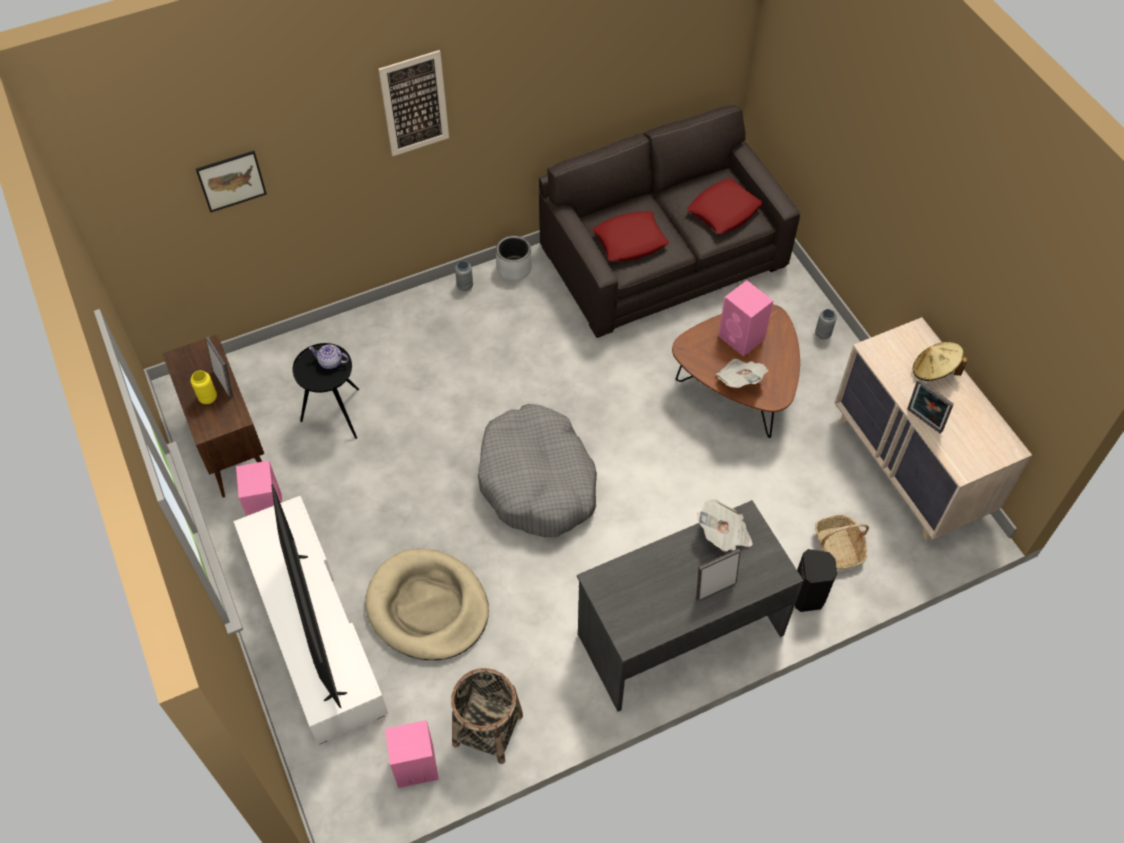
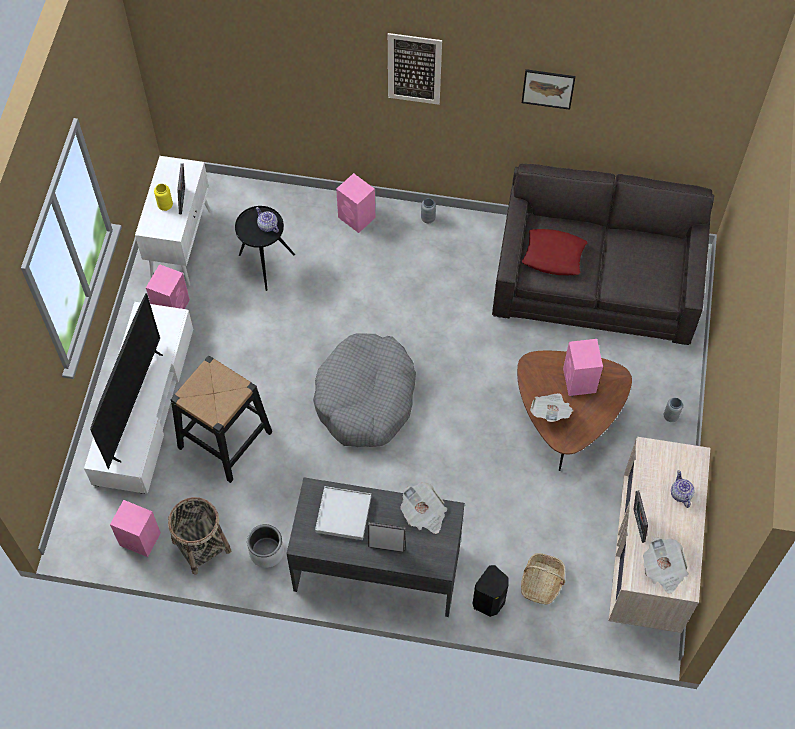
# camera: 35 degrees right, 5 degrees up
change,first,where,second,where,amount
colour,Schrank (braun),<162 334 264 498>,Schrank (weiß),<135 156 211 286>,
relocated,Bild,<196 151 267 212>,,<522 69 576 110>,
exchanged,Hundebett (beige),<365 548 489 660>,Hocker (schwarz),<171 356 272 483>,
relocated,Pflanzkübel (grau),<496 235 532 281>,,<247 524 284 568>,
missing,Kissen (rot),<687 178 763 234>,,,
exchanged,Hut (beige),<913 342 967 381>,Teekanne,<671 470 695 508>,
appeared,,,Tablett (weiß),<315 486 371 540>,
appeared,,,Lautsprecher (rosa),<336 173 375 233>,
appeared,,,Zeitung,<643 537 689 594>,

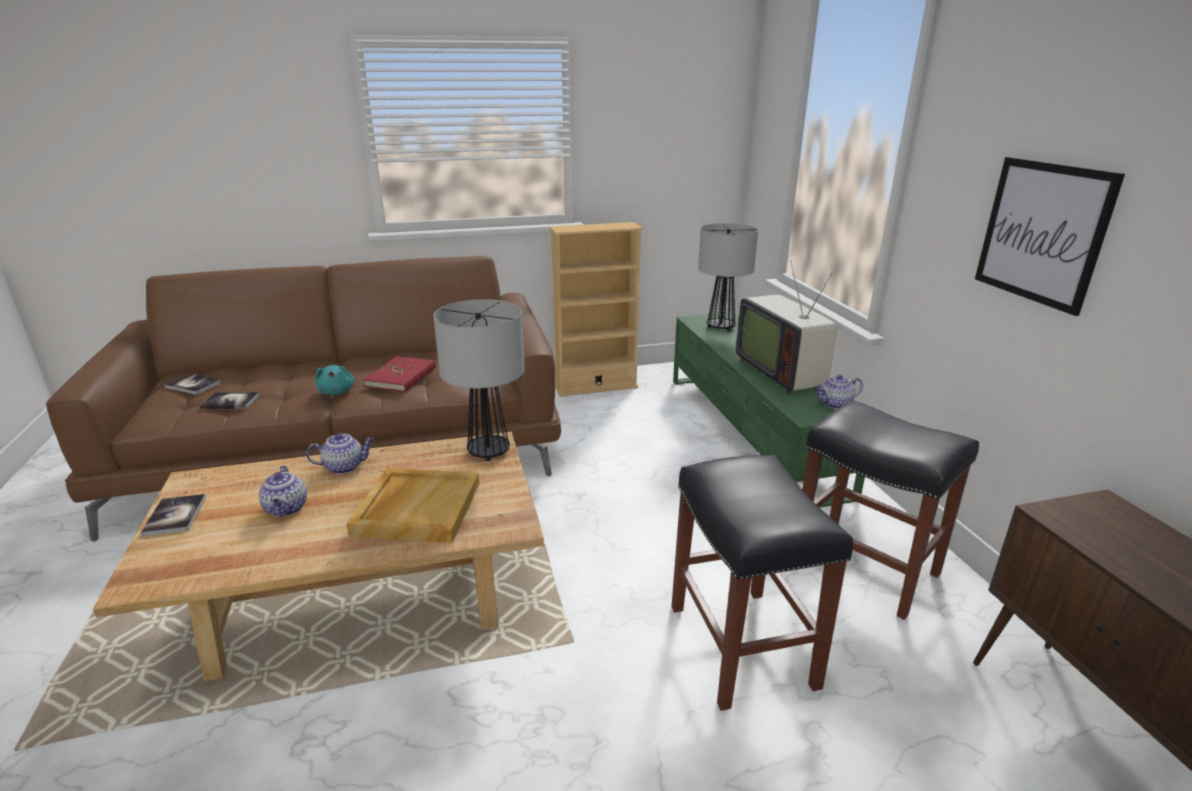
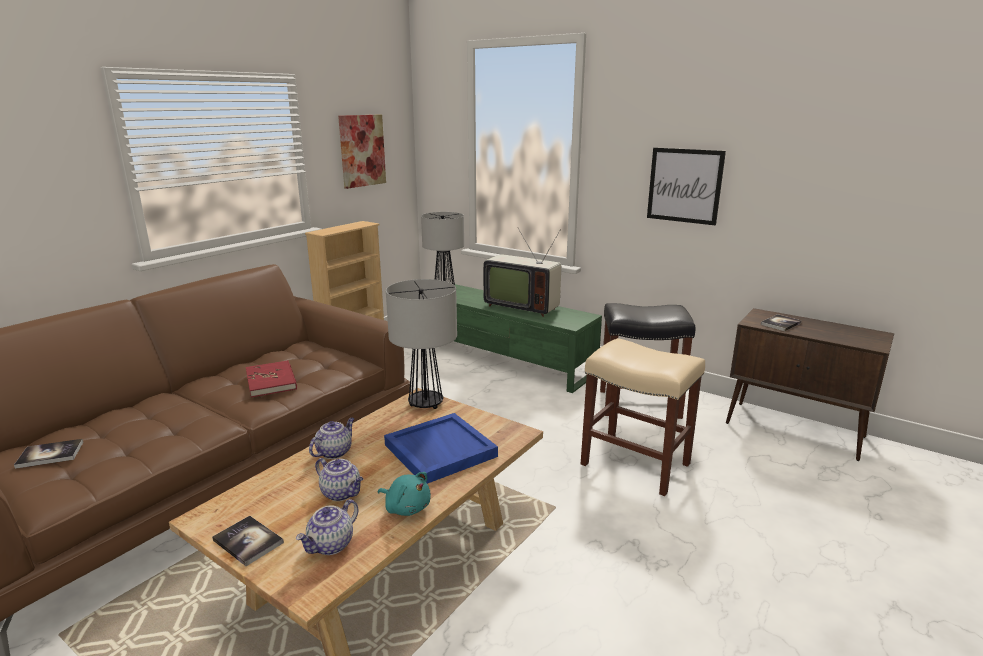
# camera: 40 degrees left, 5 degrees down
change,first,where,second,where,amount
relocated,Buch,<200 392 260 409>,,<761 314 802 331>,
relocated,Plüschtier (türkis),<315 365 355 395>,,<378 472 431 516>,
colour,Tablett (beige),<346 468 479 543>,Tablett (blau),<384 413 498 484>,
colour,Hocker (schwarz),<671 455 853 711>,Hocker (beige),<581 338 705 496>,
relocated,Teekanne,<814 374 863 409>,,<296 499 358 555>,
appeared,,,Bild,<338 115 386 189>,

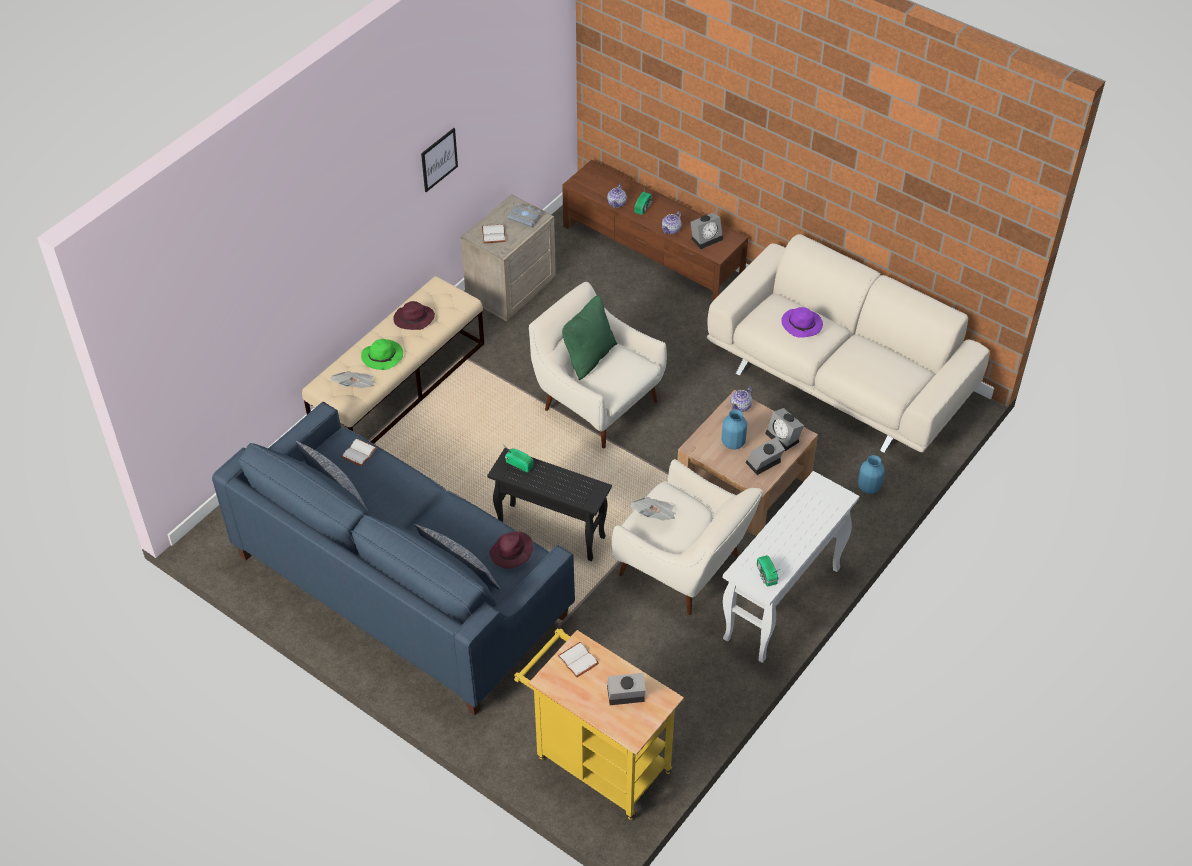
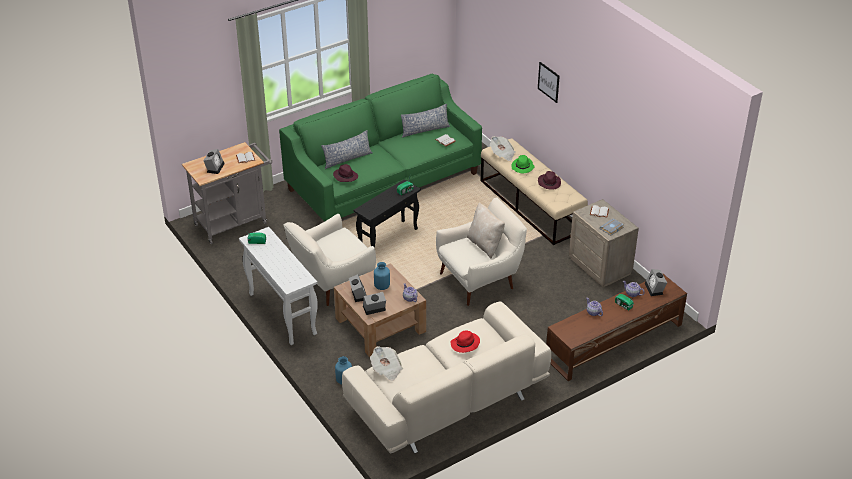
# camera: 110 degrees right, 10 degrees down
change,first,where,second,where,amount
colour,Sofa (blau),<212 402 575 716>,Sofa (grün),<279 74 482 222>,
relocated,Bild,<421 128 458 192>,,<538 62 560 103>,
colour,Rollwagen (gelb),<514 628 684 820>,Rollwagen (grau),<182 142 272 244>,
colour,Kissen (grün),<562 295 617 380>,Kissen (beige),<467 202 505 258>,
relocated,Zeitung,<630 497 676 521>,,<370 346 403 381>,
relocated,Wecker,<691 213 723 249>,,<645 269 667 296>,
colour,Hut (lila),<782 307 823 338>,Hut (rot),<451 331 480 353>,

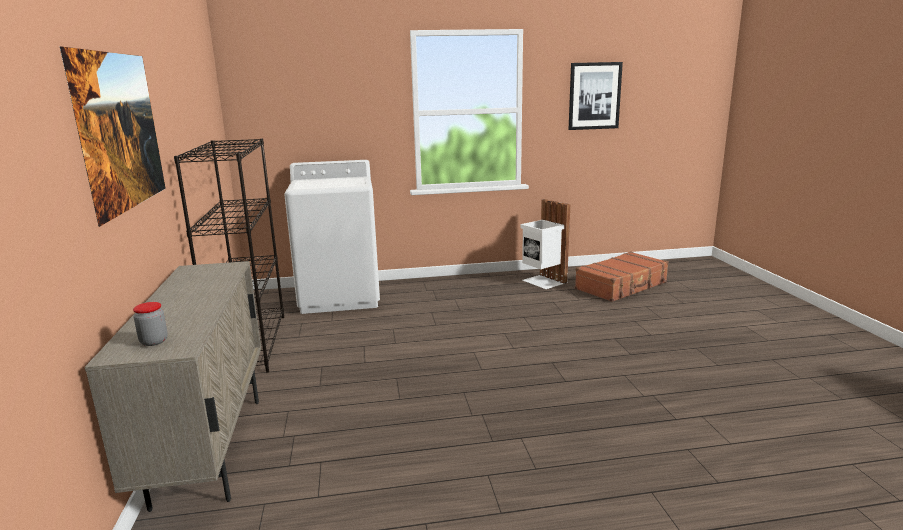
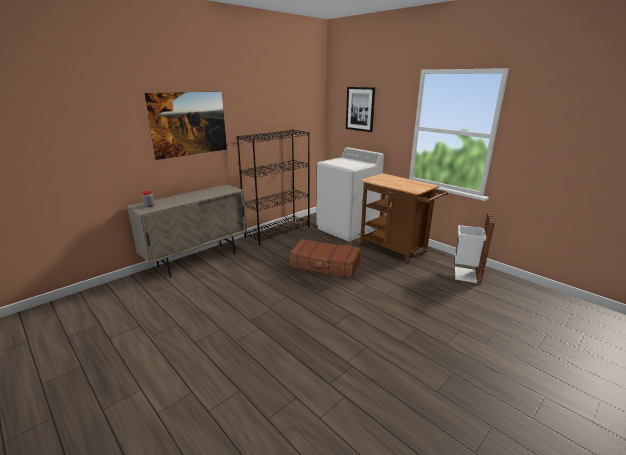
# camera: 55 degrees right, 5 degrees up
change,first,where,second,where,amount
relocated,Bild,<569 62 623 130>,,<346 87 375 132>,
relocated,Koffer (braun),<575 251 669 302>,,<290 239 361 278>,
appeared,,,Rollwagen (braun),<359 173 448 264>,

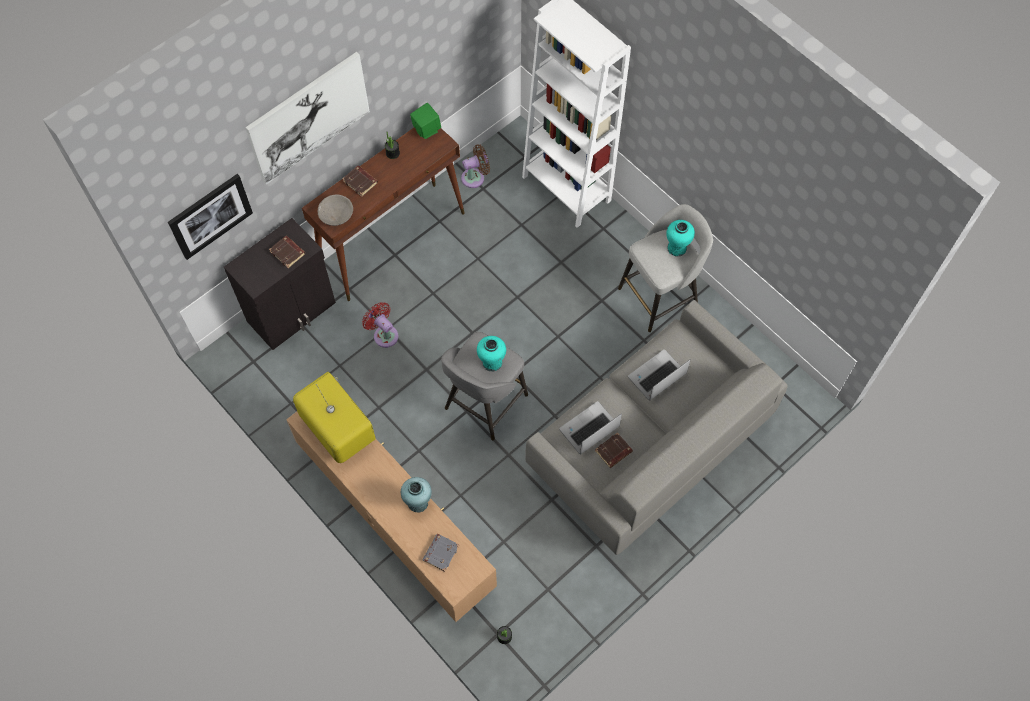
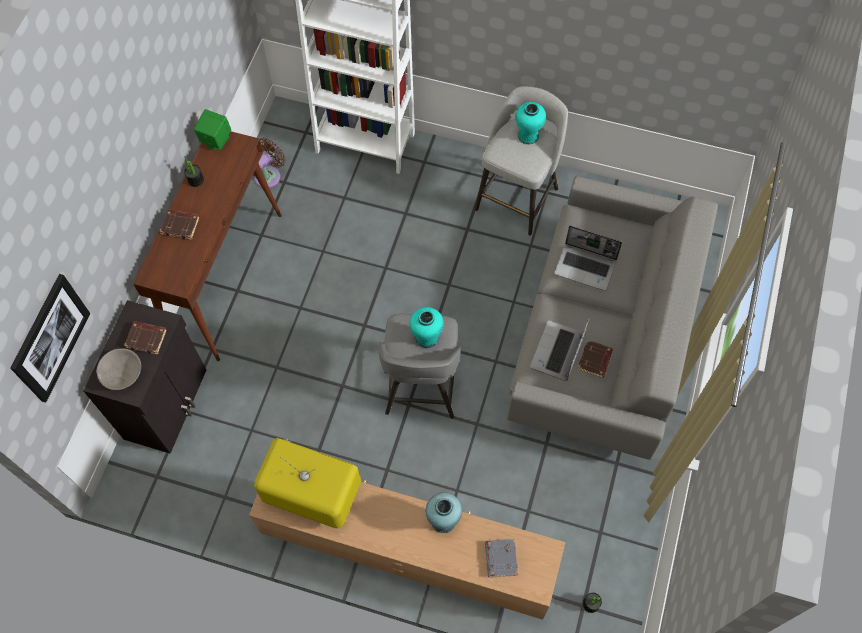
# camera: 30 degrees left, 0 degrees up
change,first,where,second,where,amount
missing,Bild,<246 52 370 185>,,,
relocated,Schüssel (grau),<318 195 353 226>,,<96 348 141 390>,
missing,Ventilator (rot),<362 302 399 348>,,,
spun,Laptop,<628 349 691 400>,,<554 225 622 291>,90 degrees counterclockwise

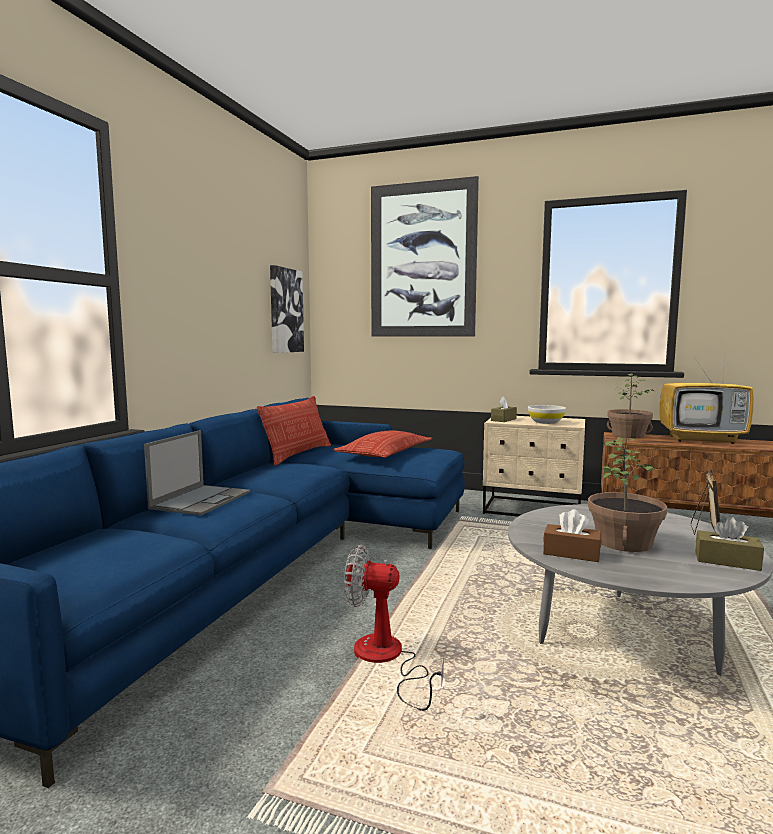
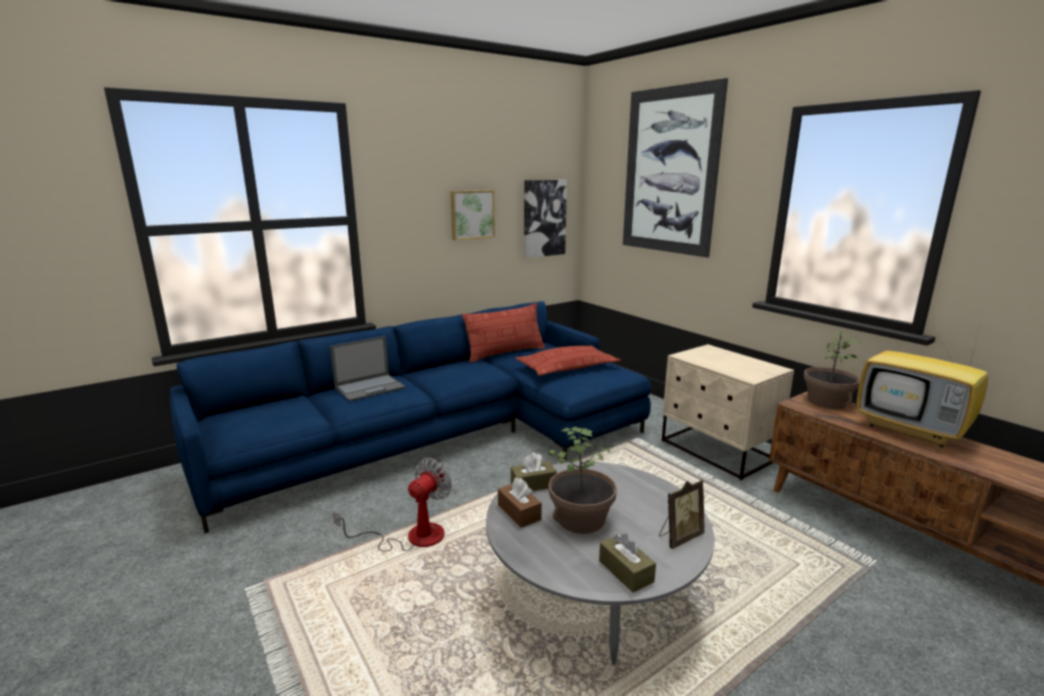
# camera: 35 degrees right, 10 degrees up
change,first,where,second,where,amount
spun,Ventilator,<344 545 444 711>,,<333 458 452 551>,75 degrees clockwise
relocated,Taschentuchbox (braun),<491 396 517 422>,,<511 452 557 491>,
missing,Schüssel (weiß),<528 405 566 424>,,,
appeared,,,Bild,<450 190 495 240>,

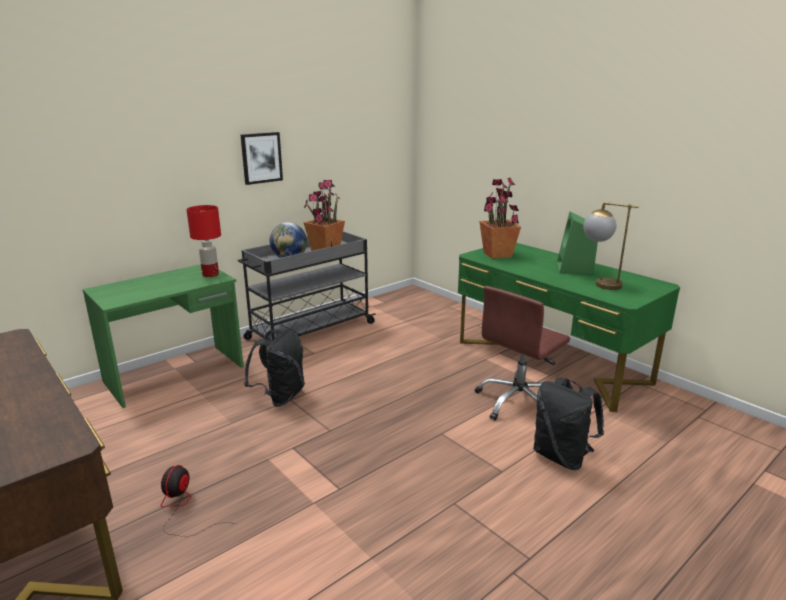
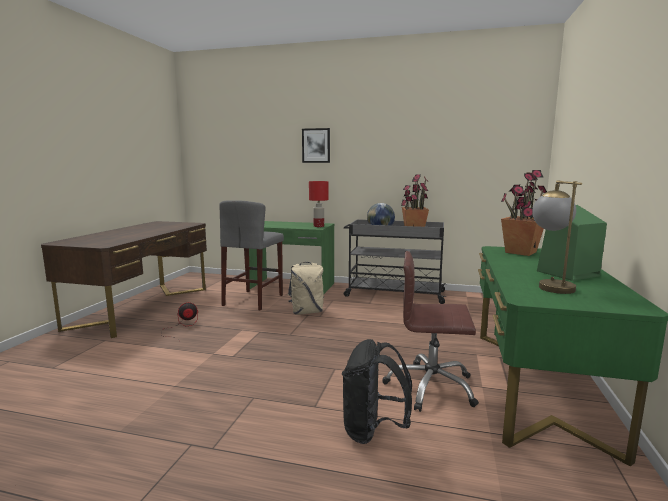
# camera: 55 degrees right, 10 degrees down
change,first,where,second,where,amount
relocated,Bild,<241 132 283 185>,,<302 128 330 163>,
colour,Rucksack (schwarz),<244 329 305 407>,Rucksack (beige),<288 262 324 315>,
appeared,,,Hocker (grau),<219 200 284 311>,

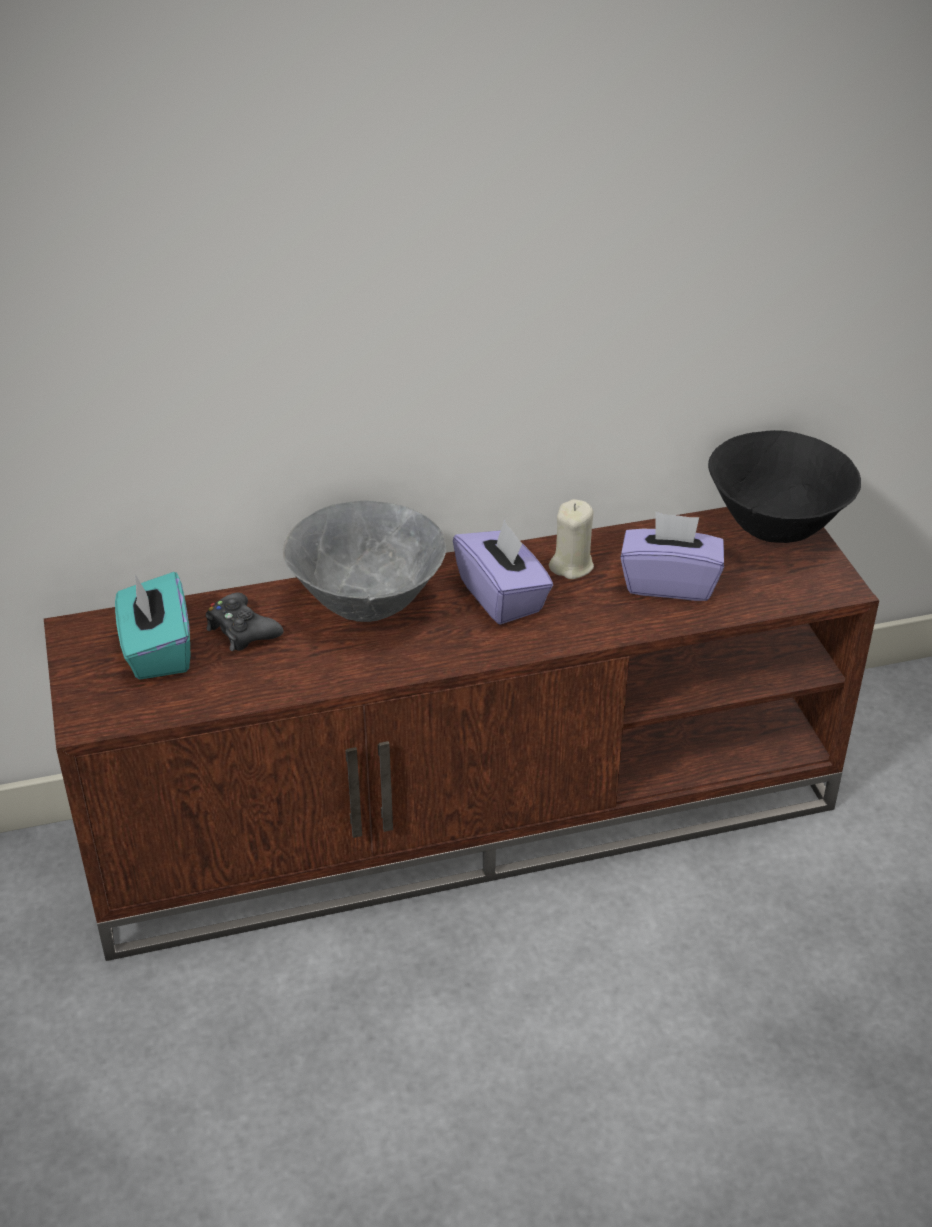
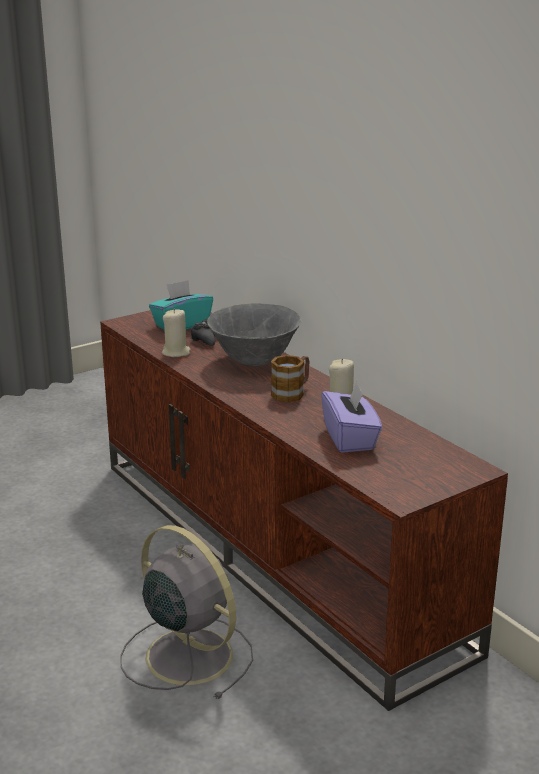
# camera: 70 degrees right, 15 degrees down
change,first,where,second,where,amount
exchanged,Taschentuchbox (lila),<453 519 553 625>,Henkelbecher,<271 355 310 402>,
missing,Schüssel (schwarz),<708 430 861 543>,,,
appeared,,,Ventilator (grau),<120 525 253 699>,
appeared,,,Kerze (beige),<162 309 191 357>,

